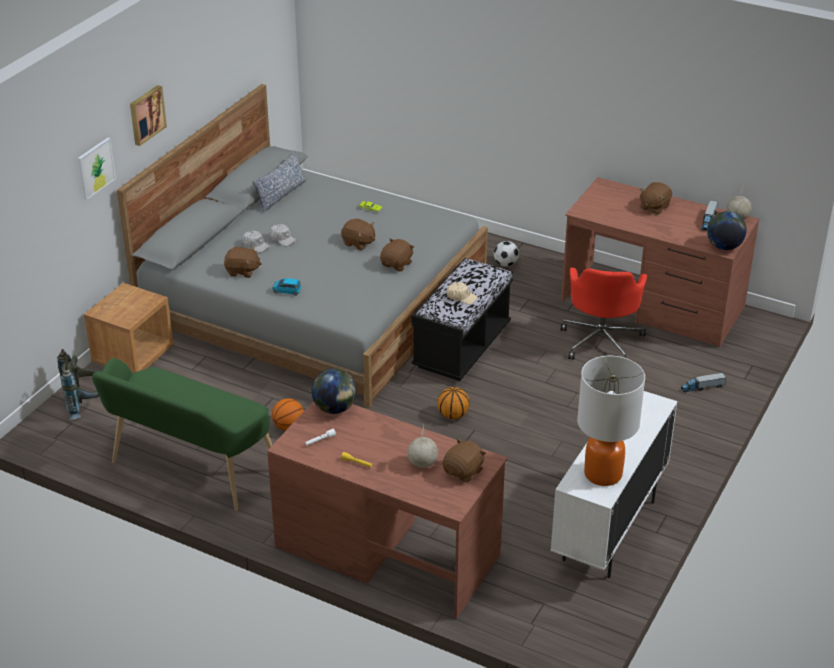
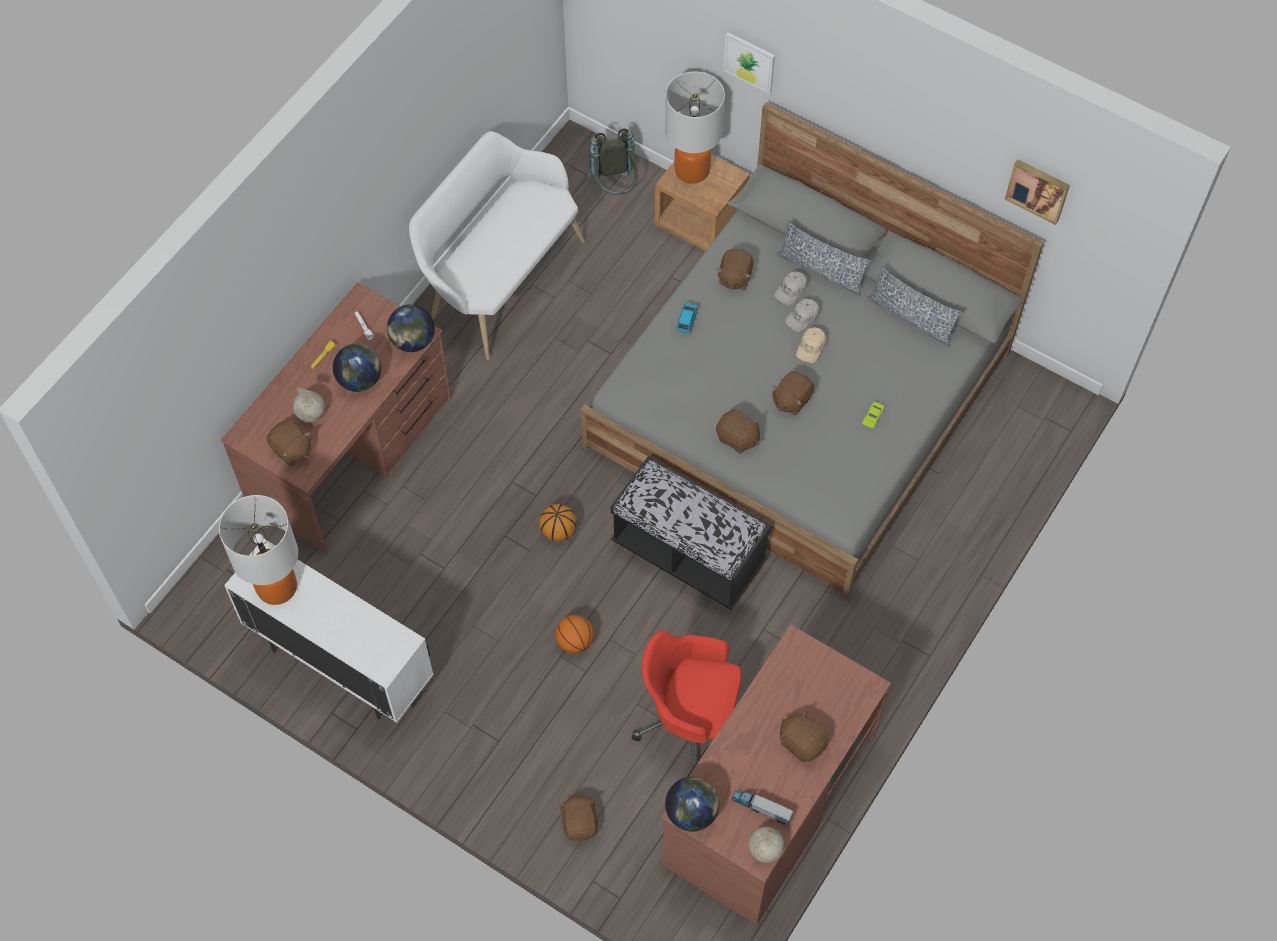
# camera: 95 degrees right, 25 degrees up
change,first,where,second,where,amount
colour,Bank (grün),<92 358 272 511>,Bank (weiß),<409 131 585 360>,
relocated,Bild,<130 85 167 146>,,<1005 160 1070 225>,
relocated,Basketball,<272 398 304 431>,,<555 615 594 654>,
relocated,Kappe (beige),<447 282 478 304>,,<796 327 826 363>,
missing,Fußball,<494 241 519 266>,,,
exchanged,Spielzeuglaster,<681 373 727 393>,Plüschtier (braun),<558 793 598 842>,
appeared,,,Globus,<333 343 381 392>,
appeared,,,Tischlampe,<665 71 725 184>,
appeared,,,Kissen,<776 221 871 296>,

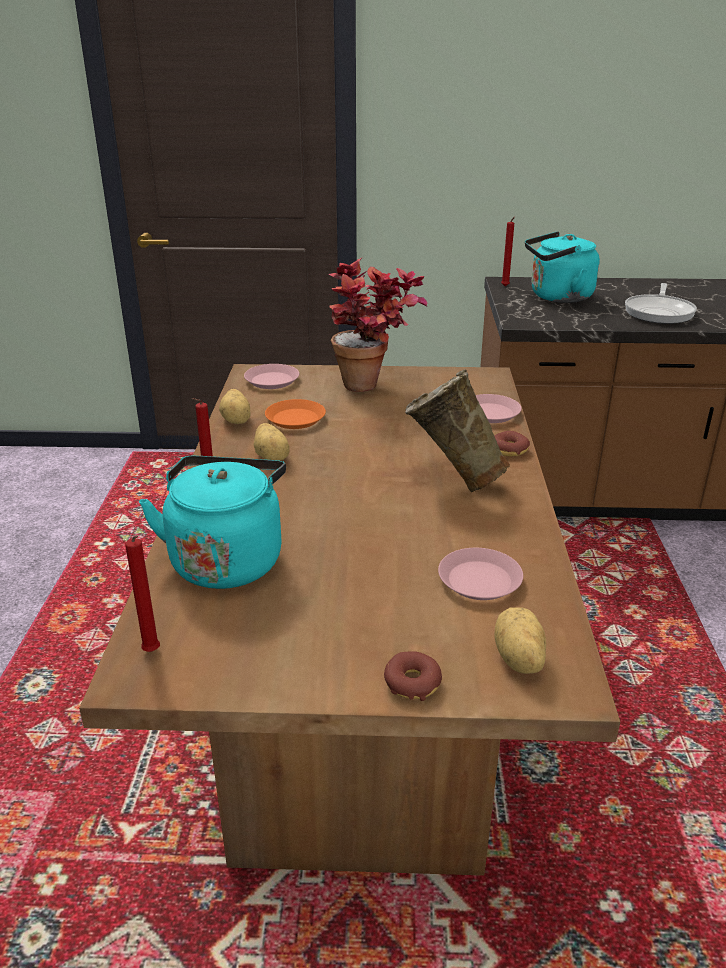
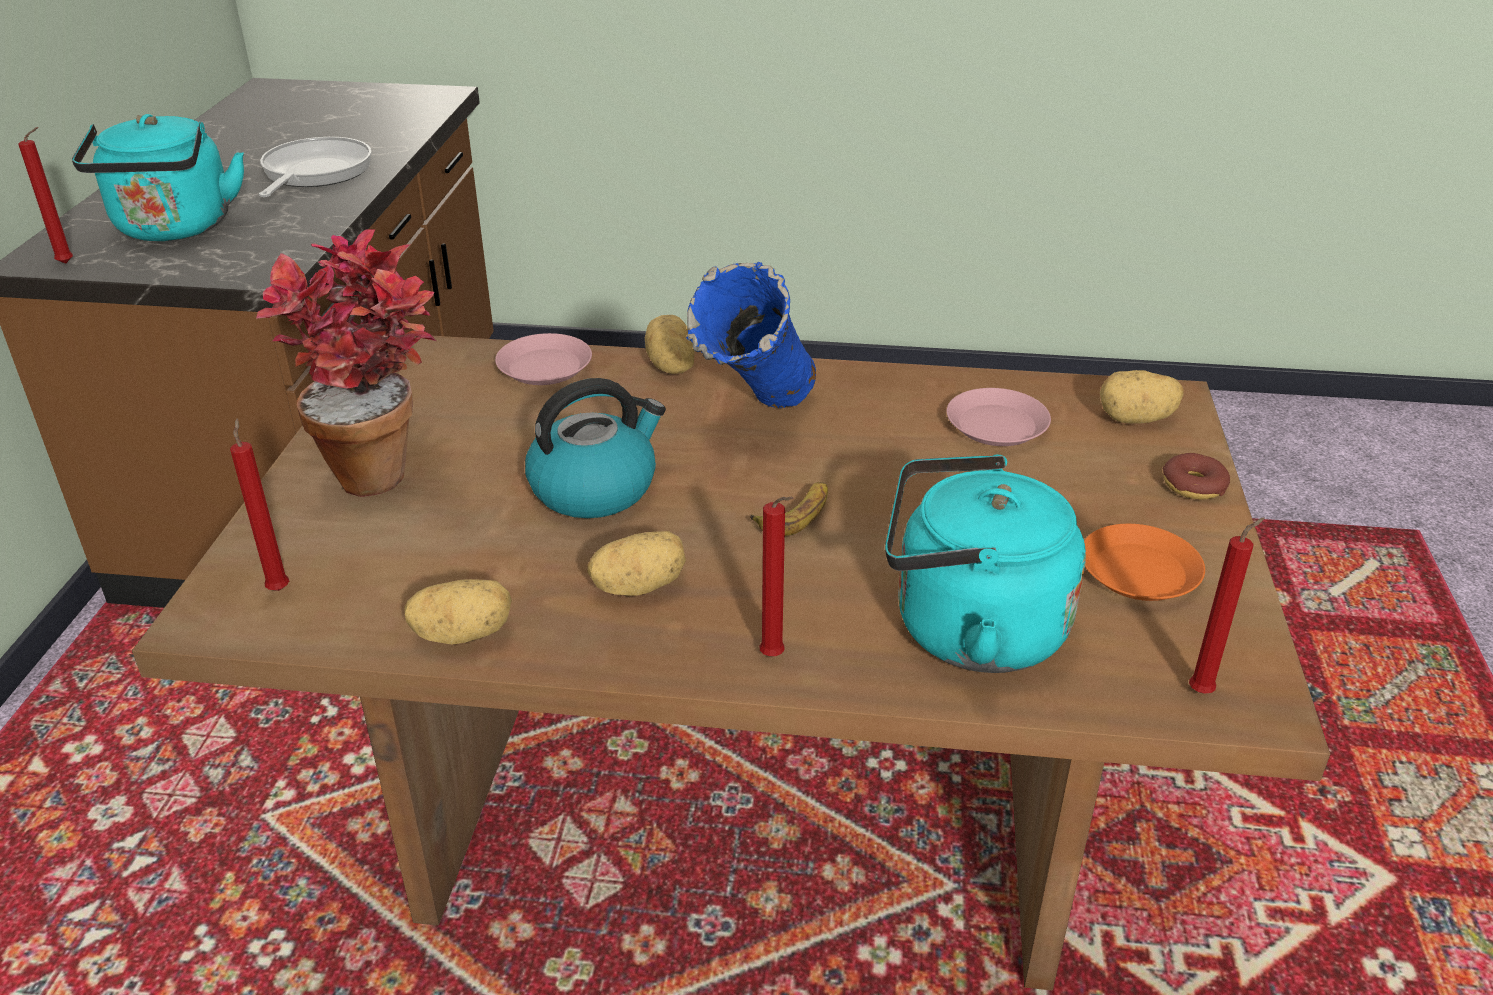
# camera: 85 degrees left, 5 degrees up
change,first,where,second,where,amount
exchanged,Teller (rosa),<244 364 299 389>,Kerze (rot),<230 419 289 591>,
relocated,Teller (orange),<265 399 326 429>,,<1084 524 1205 601>,
colour,Vase (beige),<405 370 510 492>,Vase (blau),<686 262 816 408>,
exchanged,Donut,<495 431 530 456>,Kartoffel,<645 315 695 374>,
spun,Pfanne,<625 283 697 324>,,<259 137 372 197>,105 degrees counterclockwise
appeared,,,Wasserkessel,<525 378 666 518>,
appeared,,,Banane,<750 482 828 536>,

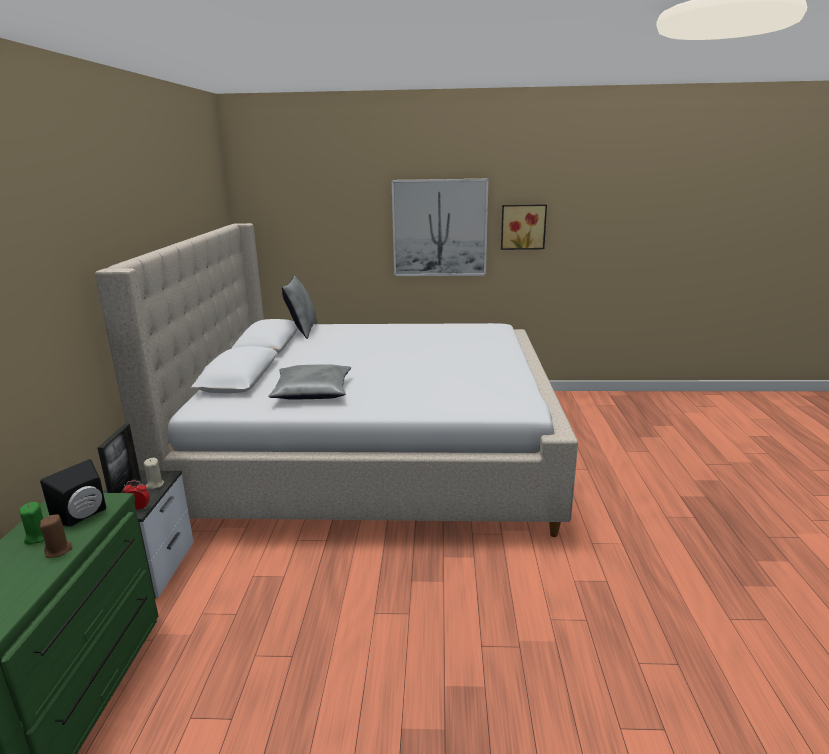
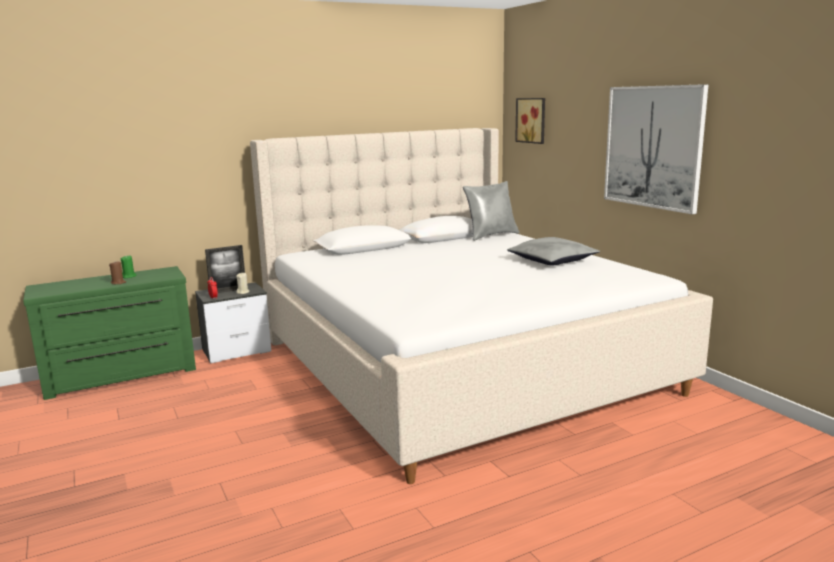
# camera: 60 degrees right, 5 degrees down
change,first,where,second,where,amount
missing,Lautsprecher (schwarz),<40 459 106 527>,,,
relocated,Kissen (grau),<268 364 351 400>,,<507 237 600 266>,
relocated,Bild,<501 204 547 250>,,<515 98 545 144>,

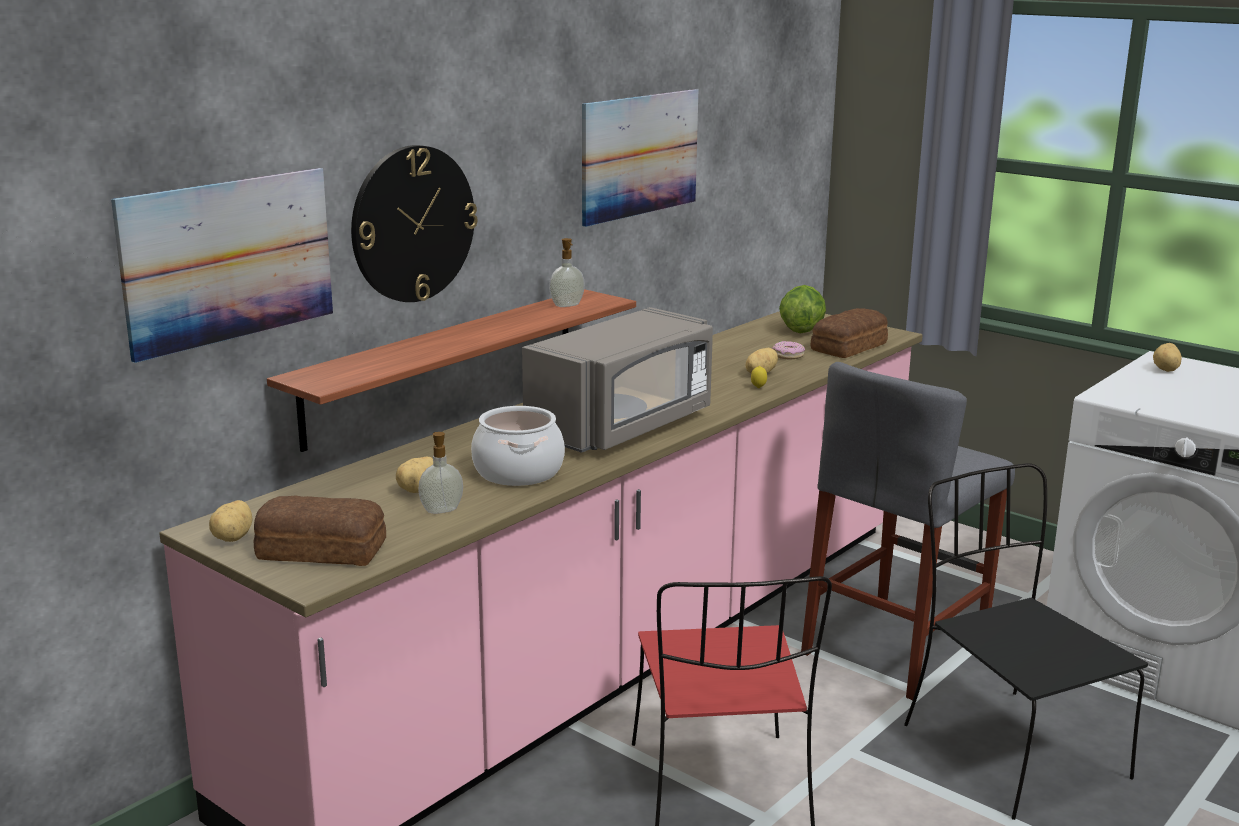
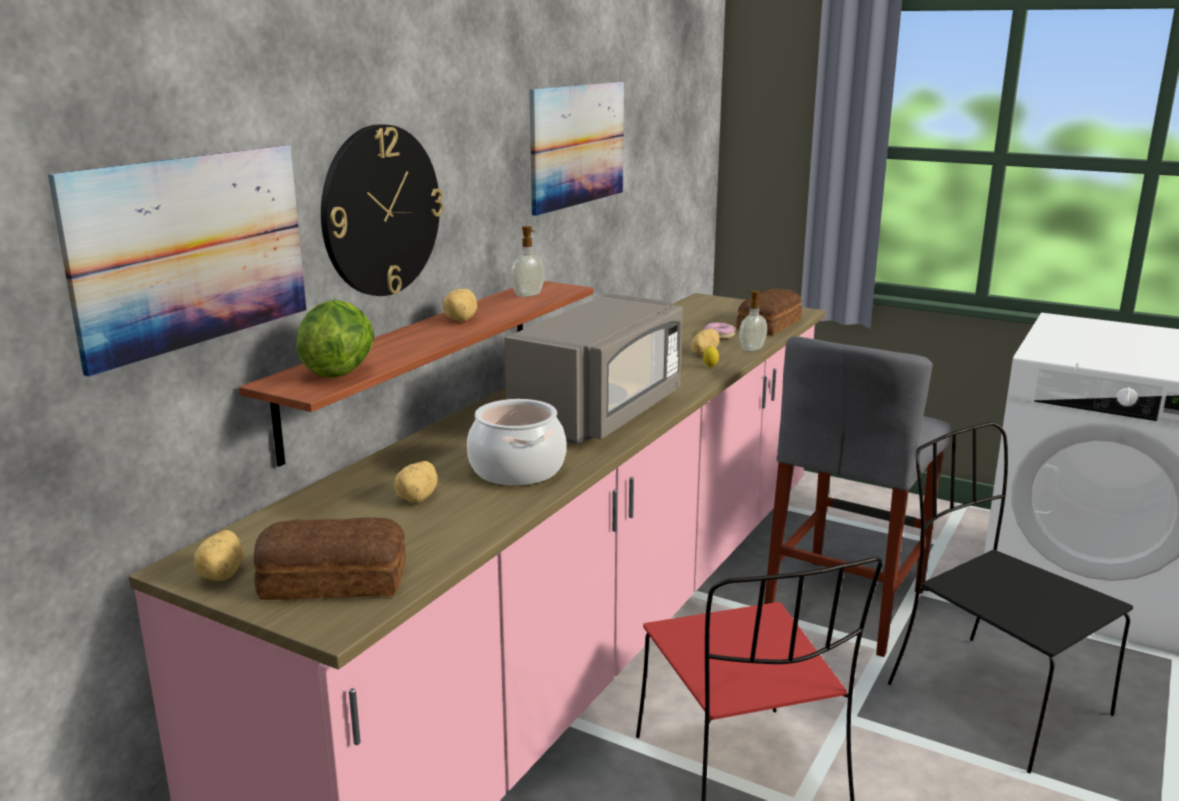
# camera: 10 degrees left, 0 degrees up
change,first,where,second,where,amount
relocated,Seifenspender,<418 432 463 514>,,<739 291 767 351>,
relocated,Salatkopf,<779 285 826 333>,,<296 300 374 378>,
relocated,Kartoffel,<1153 343 1182 372>,,<443 288 477 322>,

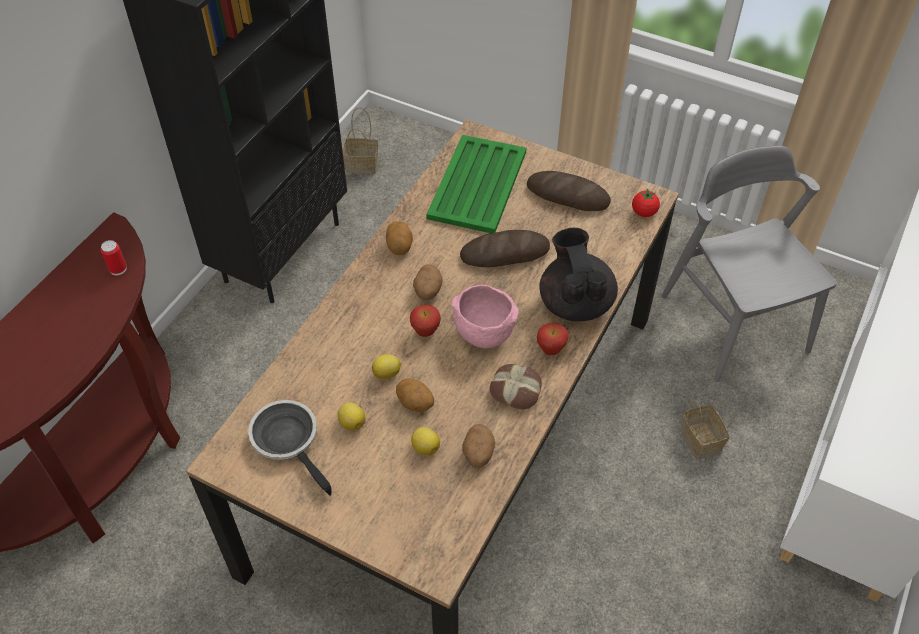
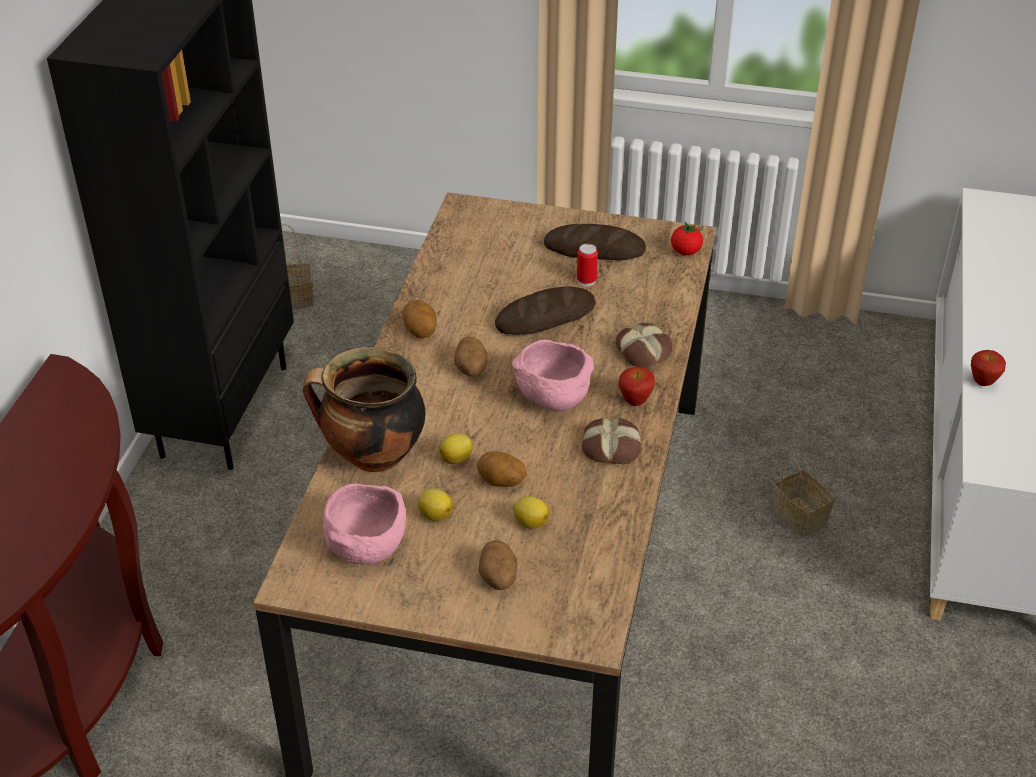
# camera: 15 degrees left, 10 degrees down
change,first,where,second,where,amount
relocated,Dose,<101 240 127 275>,,<577 244 598 286>,
exchanged,Pfanne,<248 400 331 496>,Schüssel (rosa),<323 483 406 565>,
relocated,Apfel,<410 305 441 337>,,<971 350 1006 386>,
missing,Tablett (grün),<426 135 526 233>,,,
relocated,Kartoffel,<462 424 495 468>,,<478 540 517 590>,
exchanged,Teekanne (schwarz),<539 228 618 321>,Brot,<616 323 673 368>,
missing,Stuhl (grau),<661 145 837 382>,,,
appeared,,,Kochtopf,<303 347 426 472>,

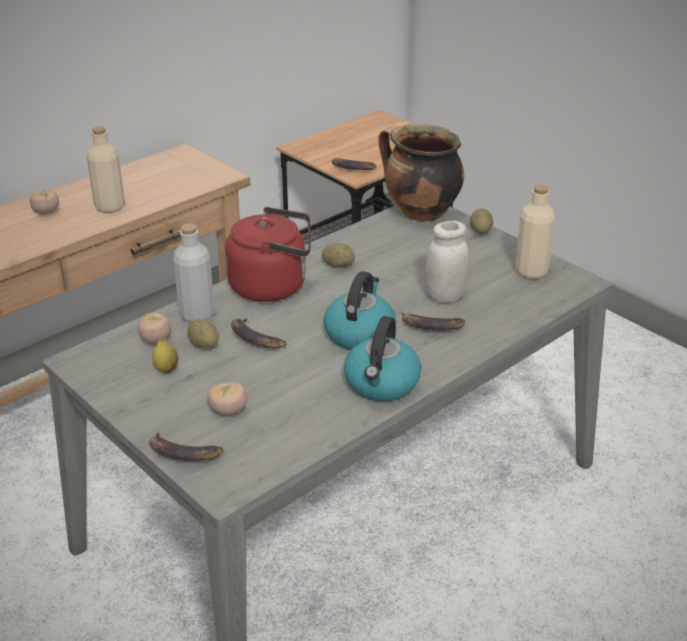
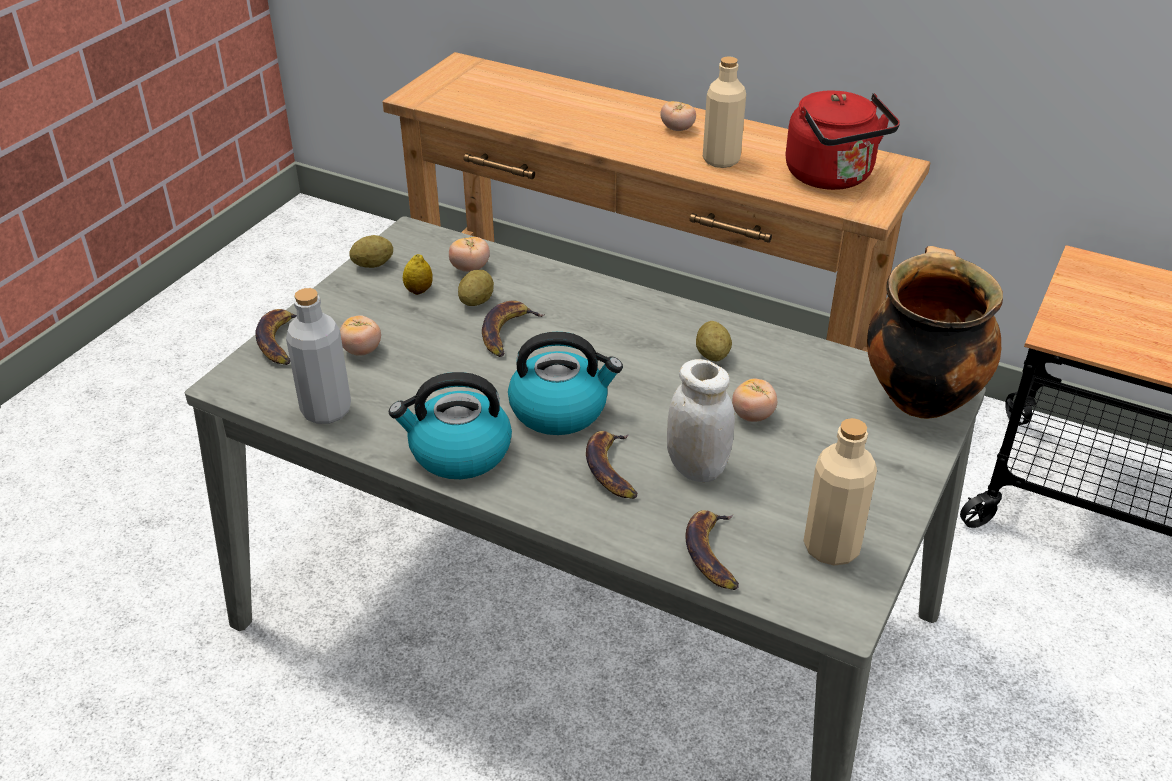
# camera: 70 degrees right, 5 degrees up
change,first,where,second,where,amount
relocated,Flasche (grau),<173 223 215 323>,,<286 288 351 424>,
relocated,Wasserkessel (rot),<225 207 311 302>,,<786 91 900 190>,
relocated,Banane,<331 158 377 170>,,<685 510 739 590>,
relocated,Kartoffel,<470 208 493 233>,,<350 235 393 268>,
appeared,,,Tomate,<732 378 777 422>,

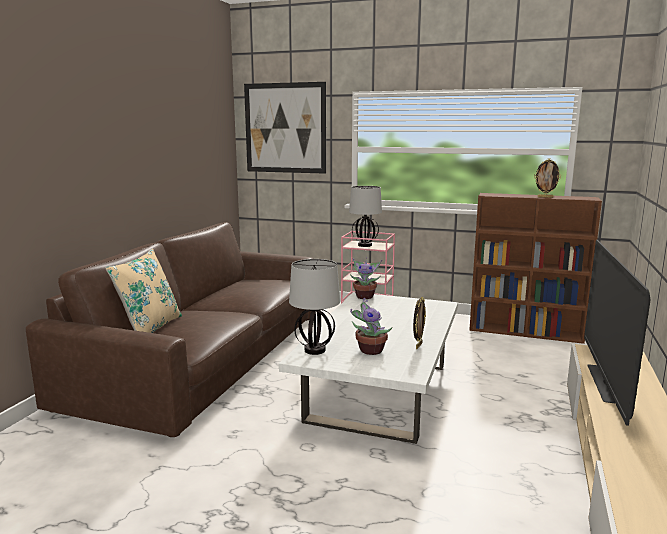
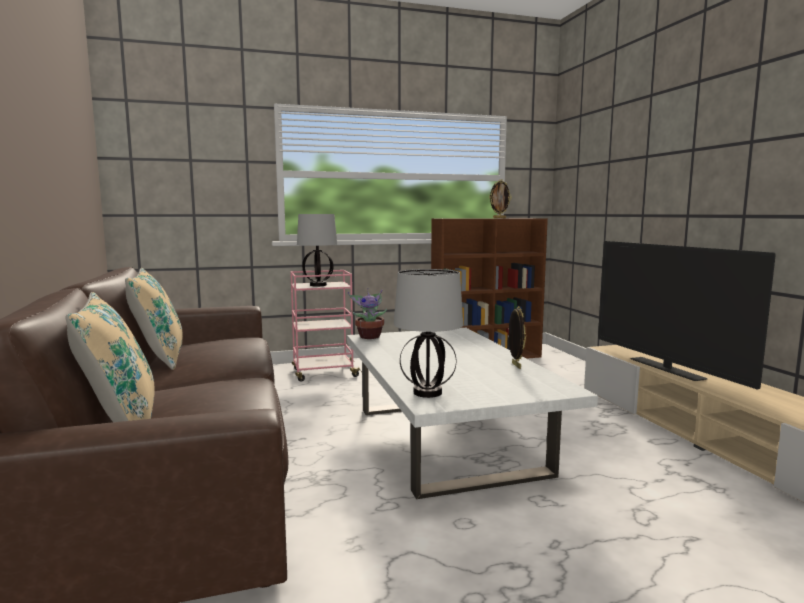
# camera: 35 degrees left, 5 degrees down
change,first,where,second,where,amount
missing,Bild,<244 82 326 174>,,,
missing,Topfpflanze,<350 298 393 355>,,,
appeared,,,Kissen (beige),<125 268 183 370>,

